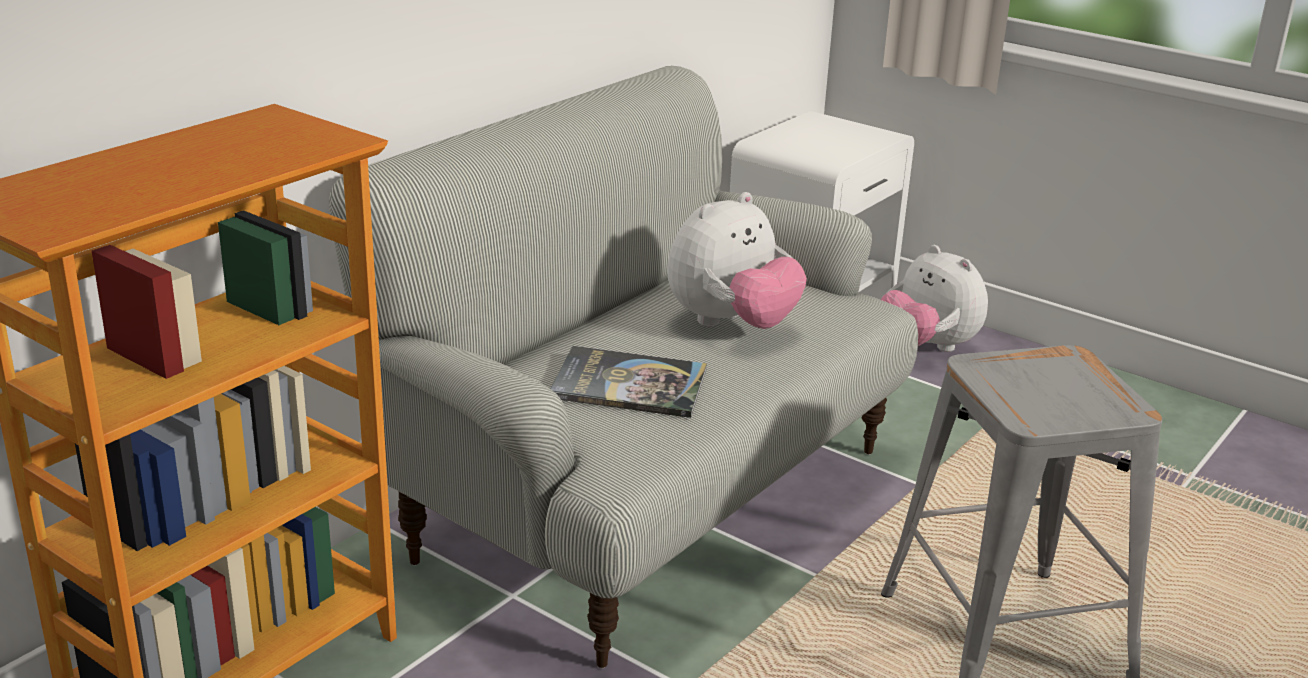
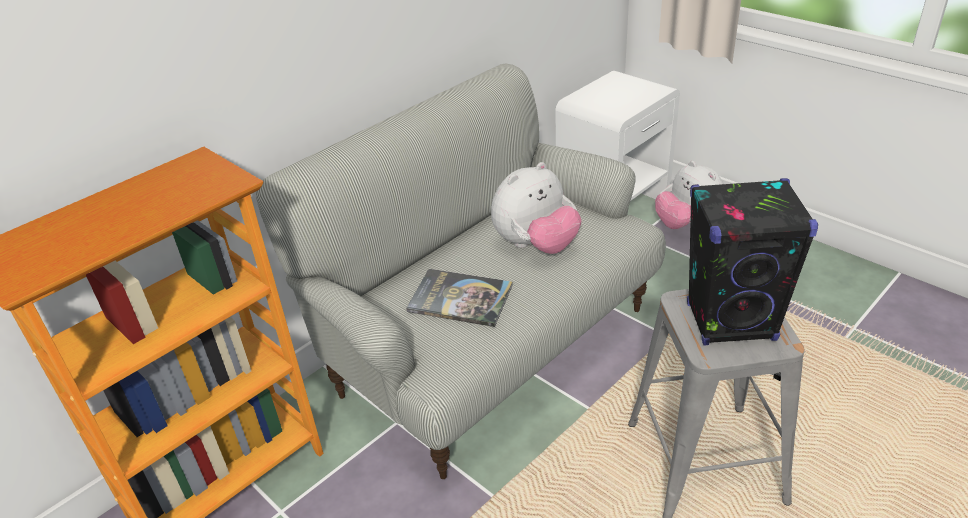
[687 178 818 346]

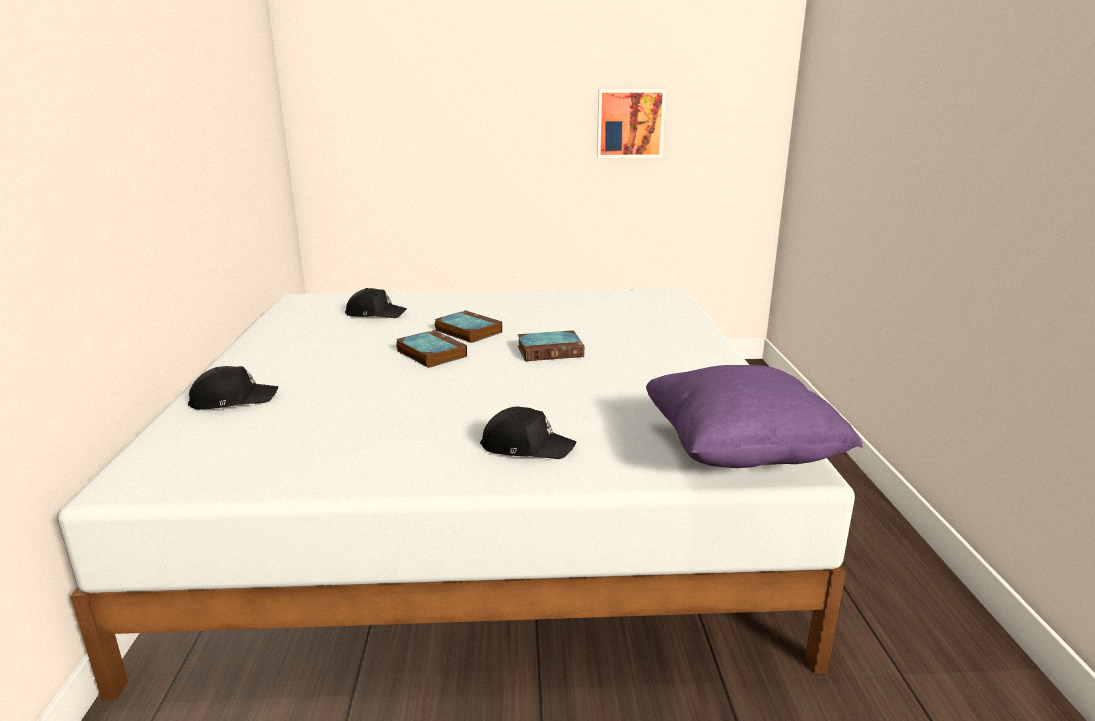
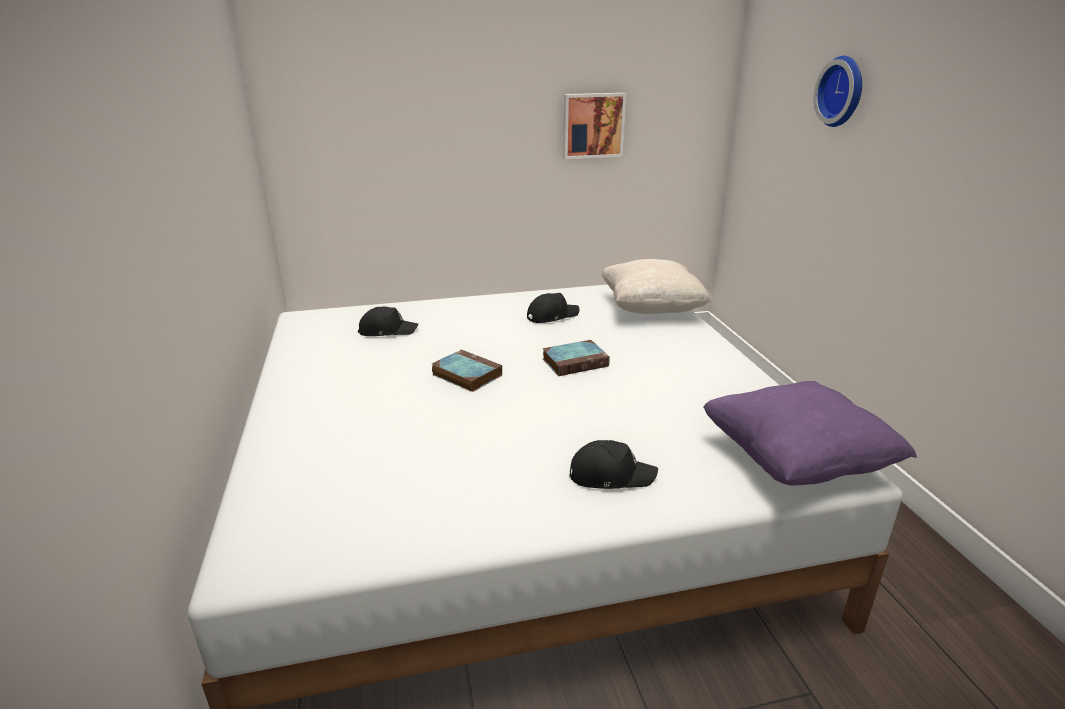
[527 293 579 323]
[434 310 502 343] (first image)
[602 259 712 314]
[814 56 862 127]

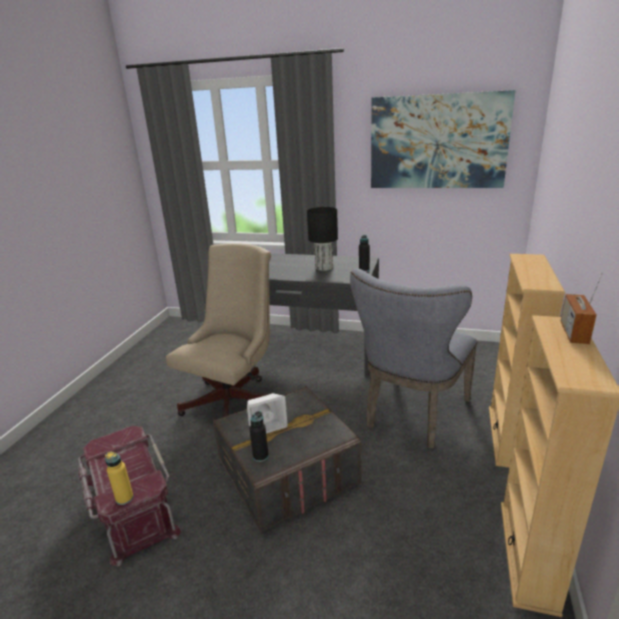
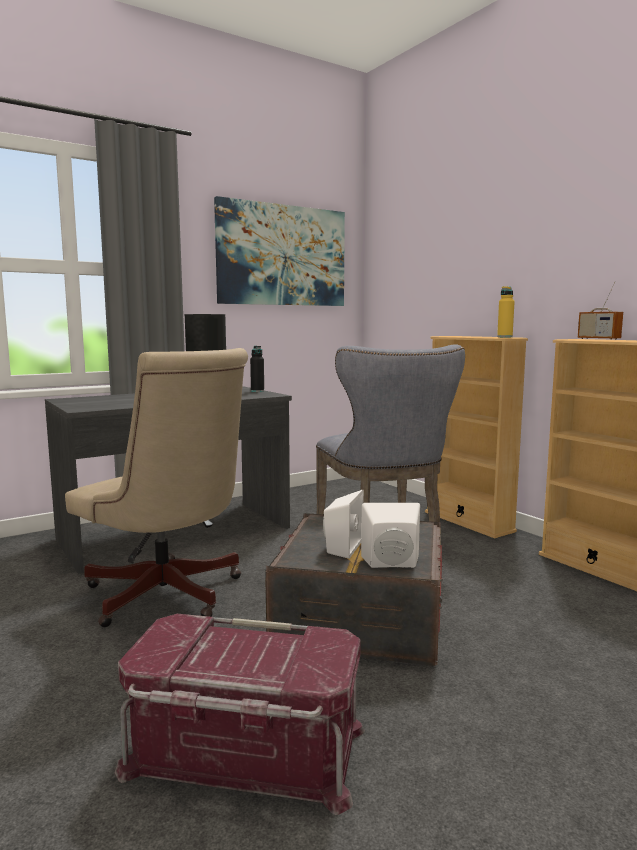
[497 286 515 337]
[65 348 248 627]
[361 503 420 568]

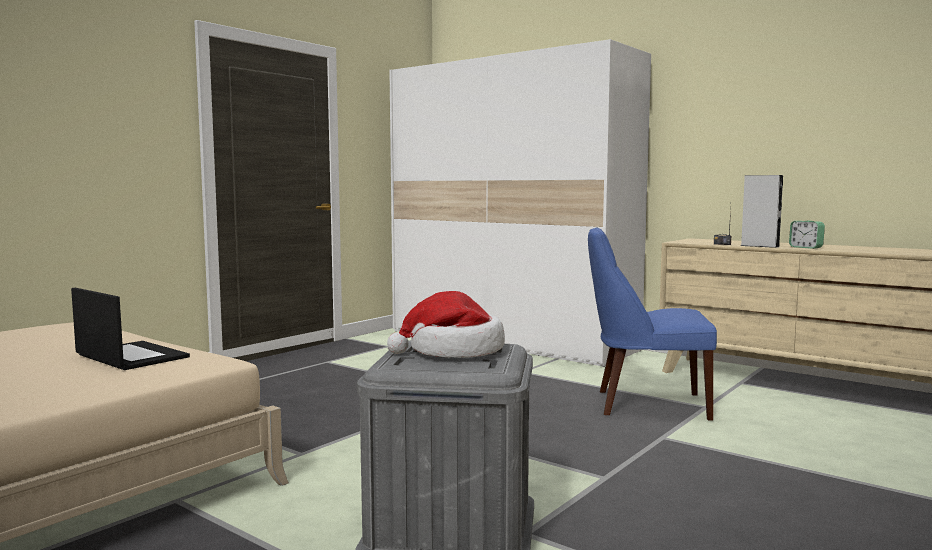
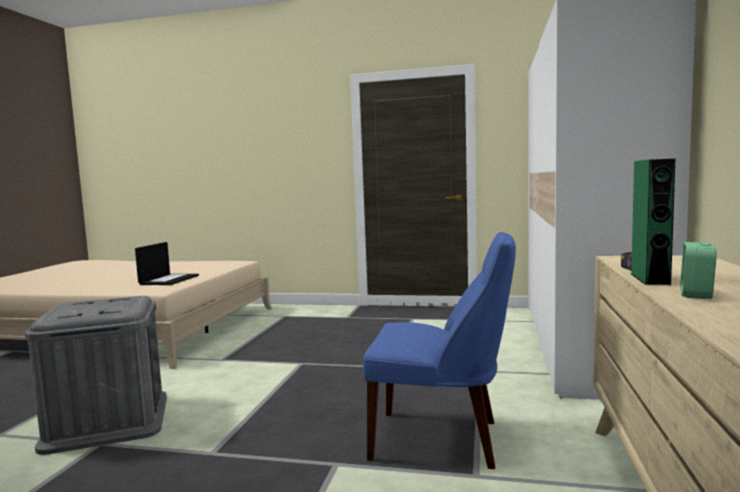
[387 291 505 358] (first image)
[363 232 516 469]
[631 159 675 285]

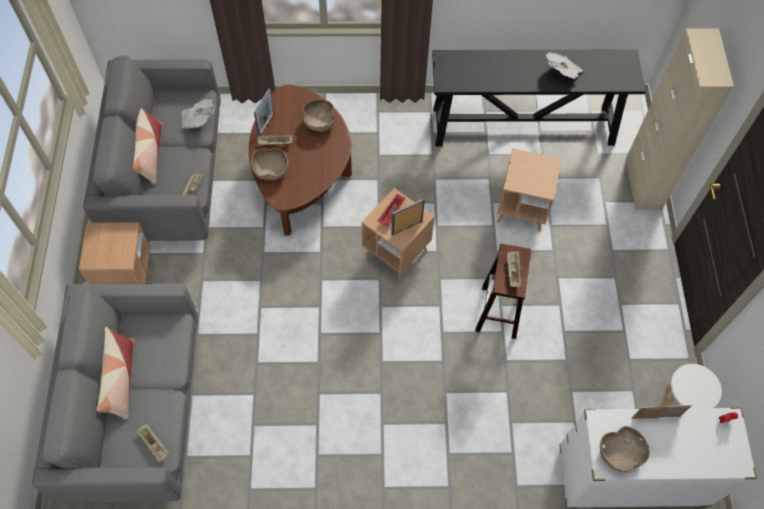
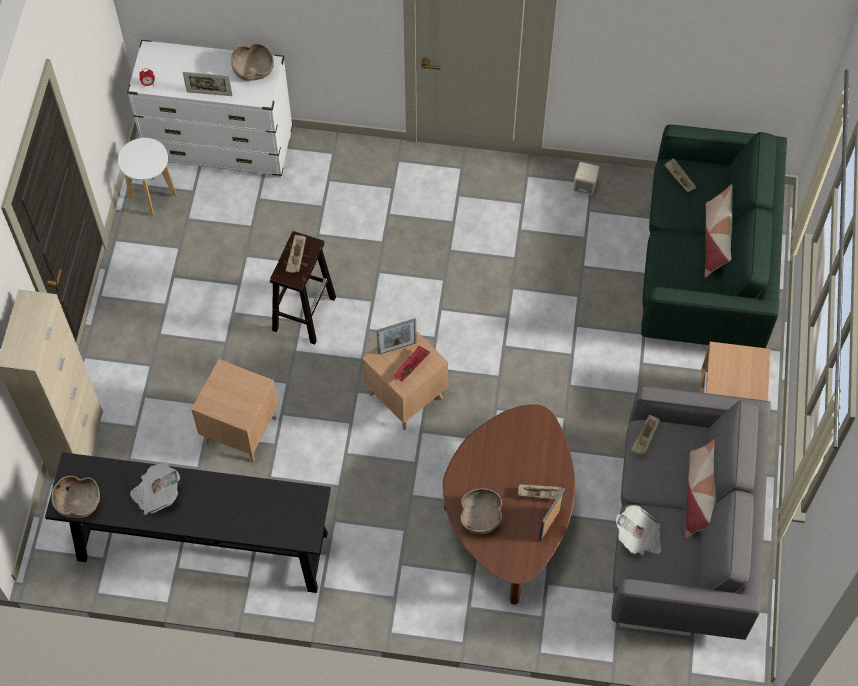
[641 125 787 348]
[51 476 100 518]
[573 162 599 195]

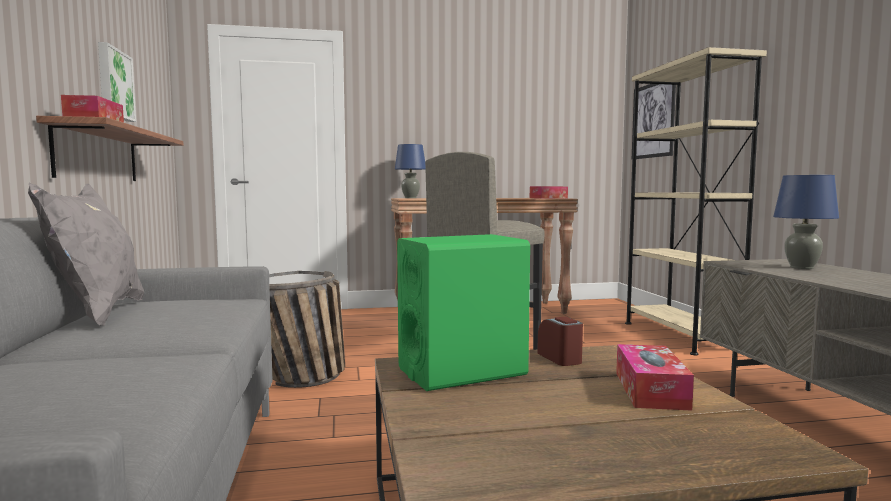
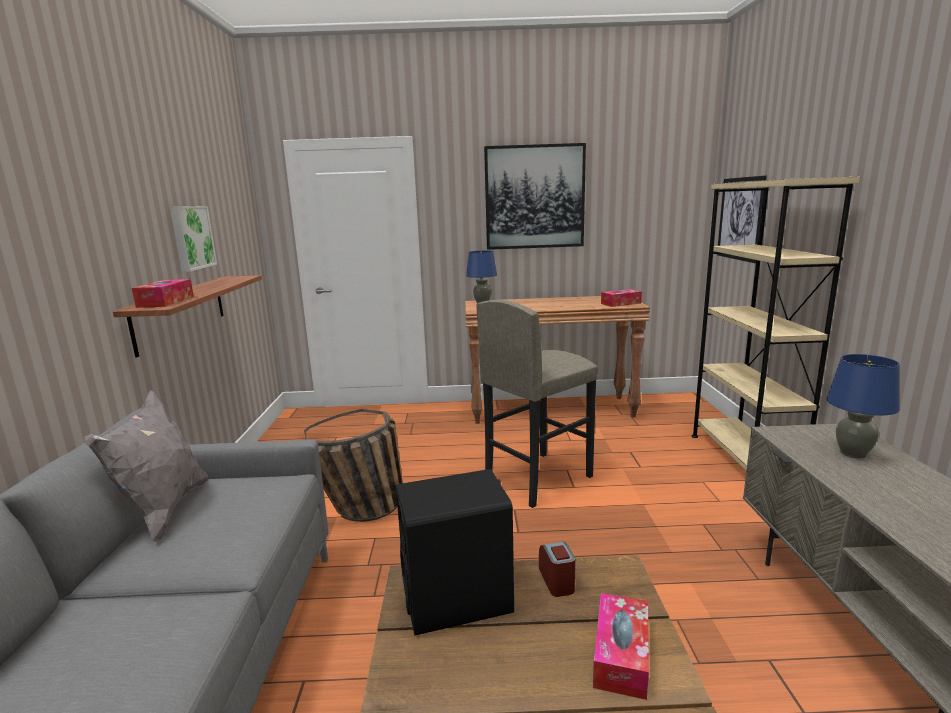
[396 469 514 636]
[484 143 586 250]

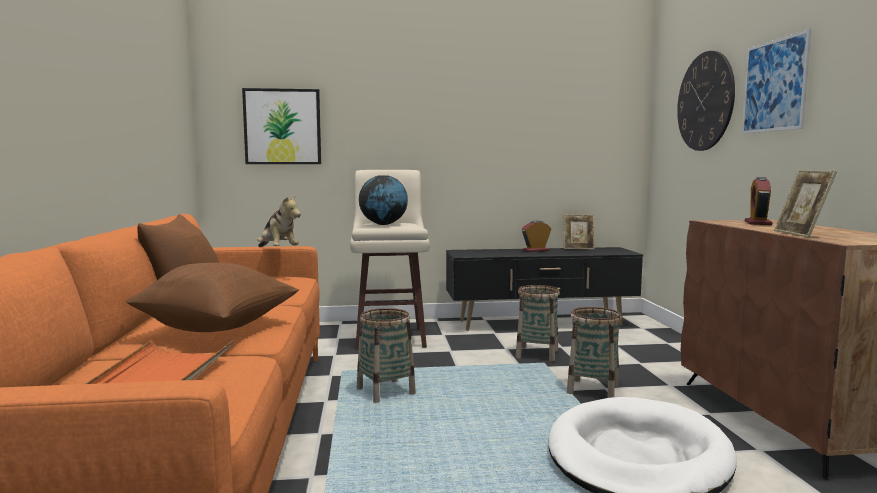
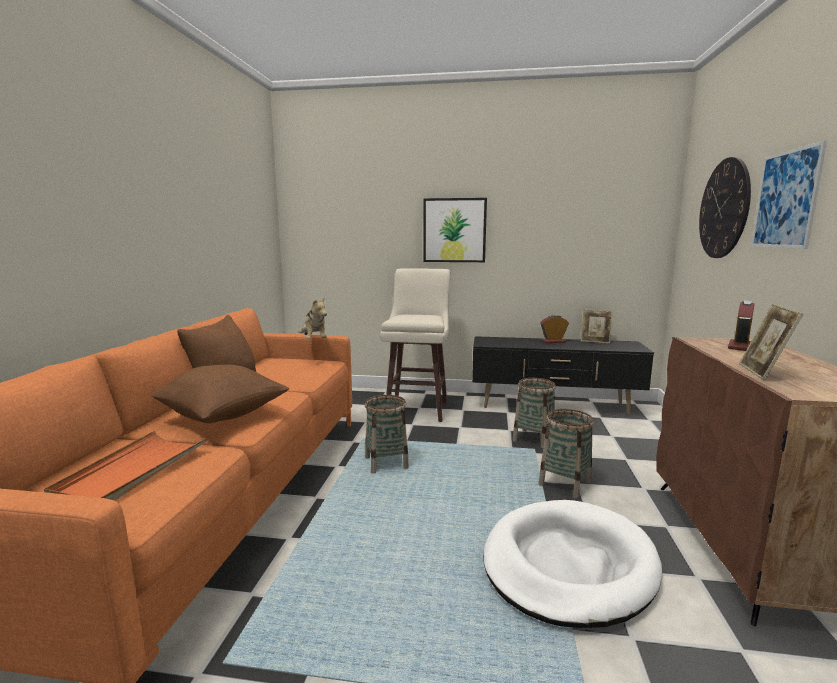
[423 198 487 262]
[359 175 408 225] (first image)

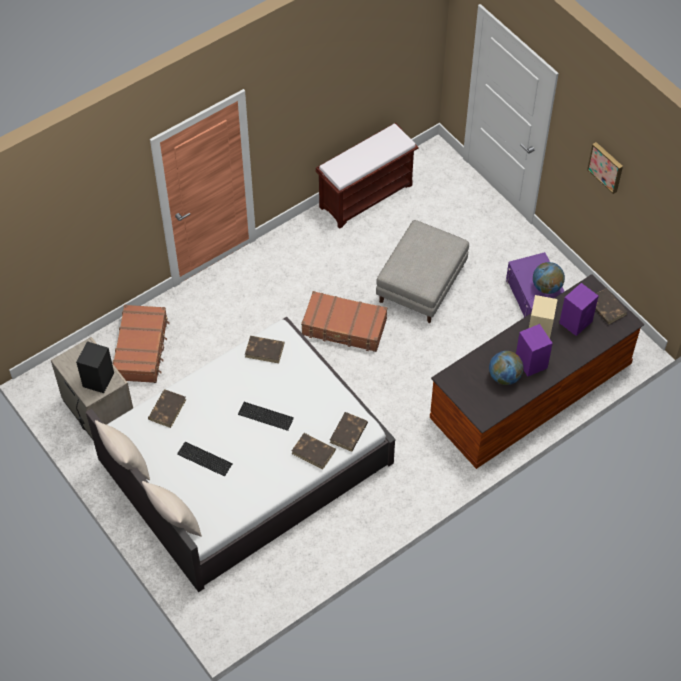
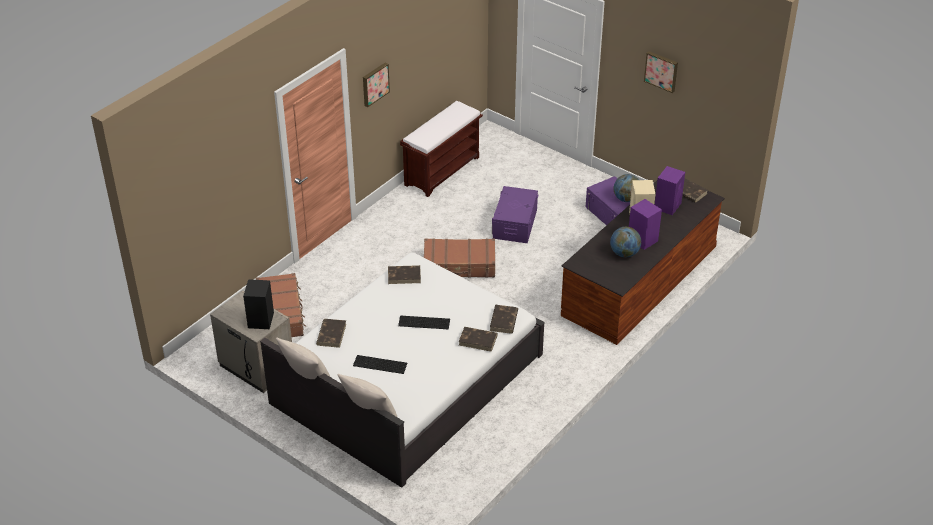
[492 186 538 243]
[363 62 390 107]

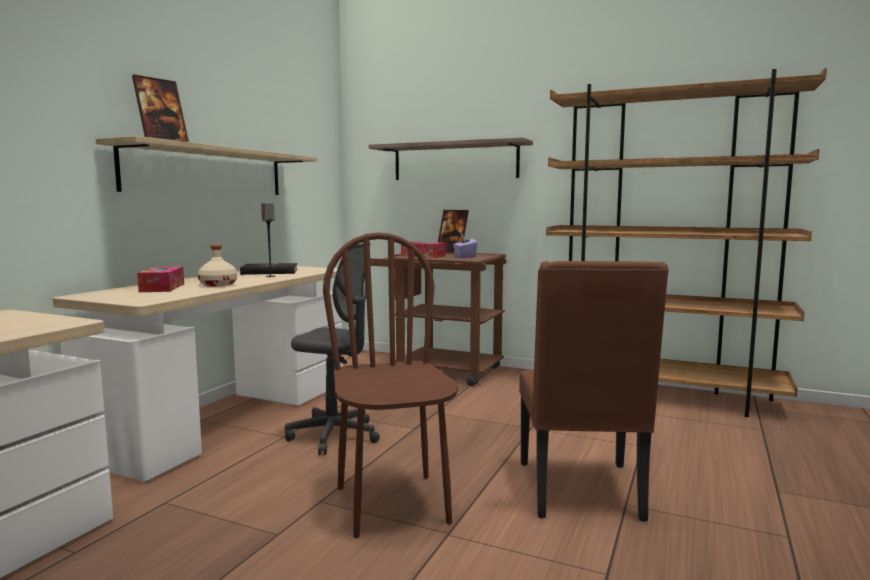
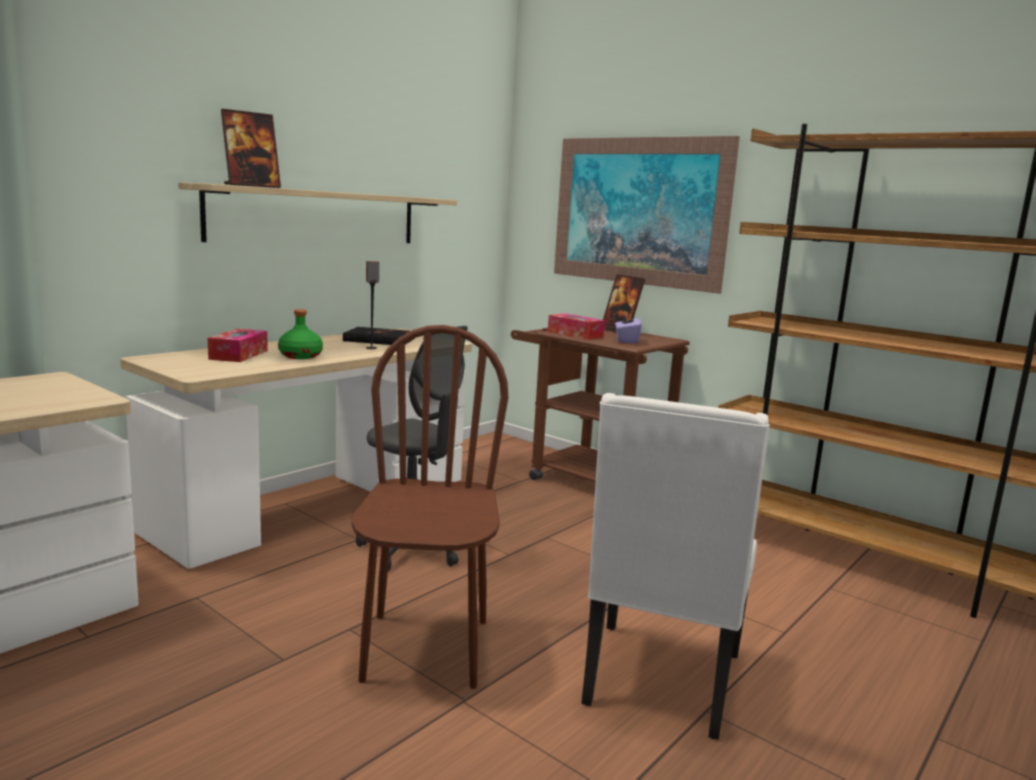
[278 309 323 359]
[554 136 740 294]
[582 393 770 740]

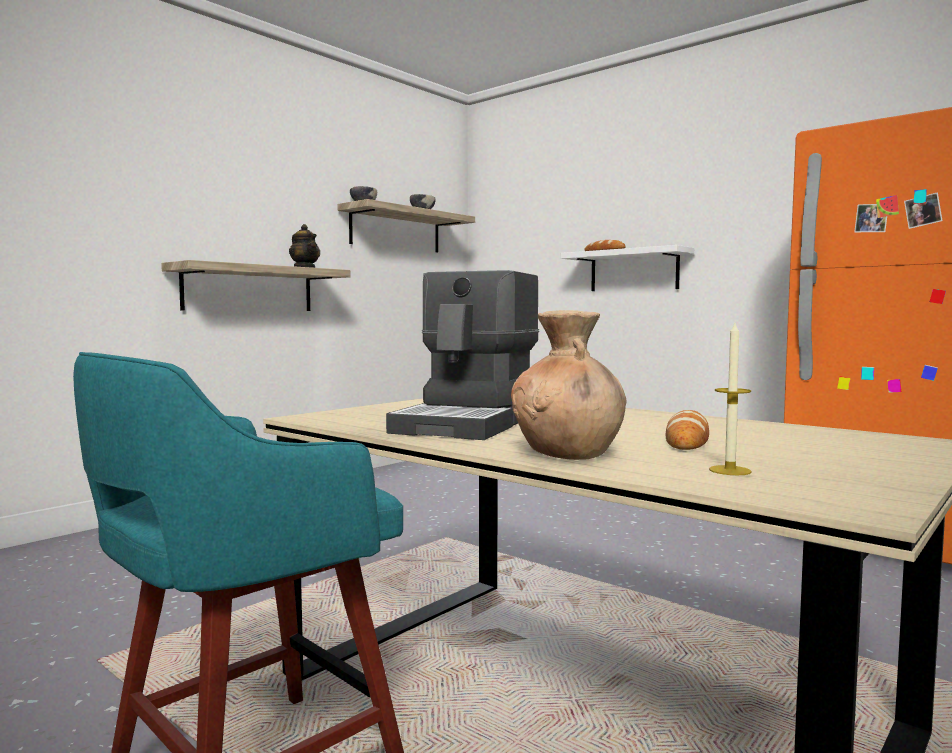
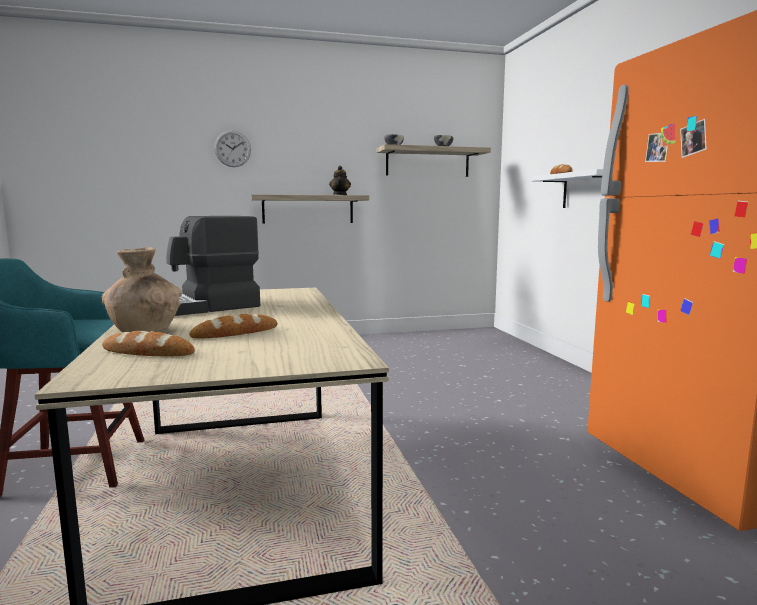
[102 331 195 356]
[214 131 251 167]

